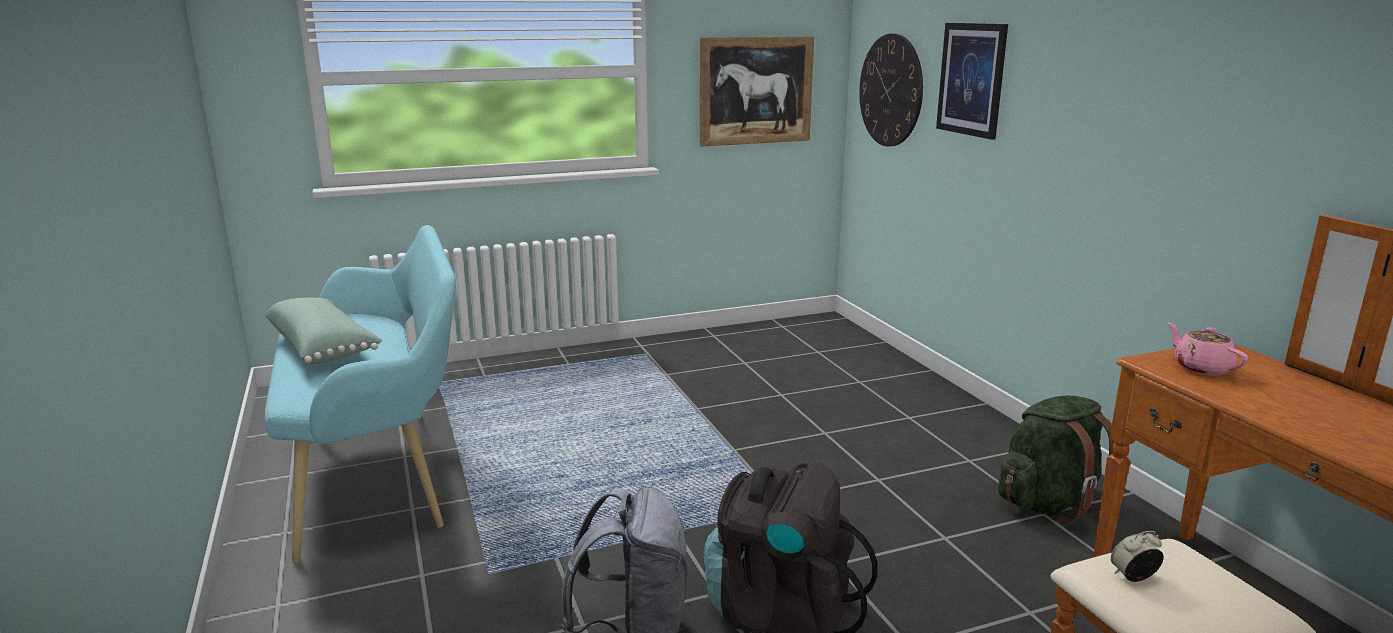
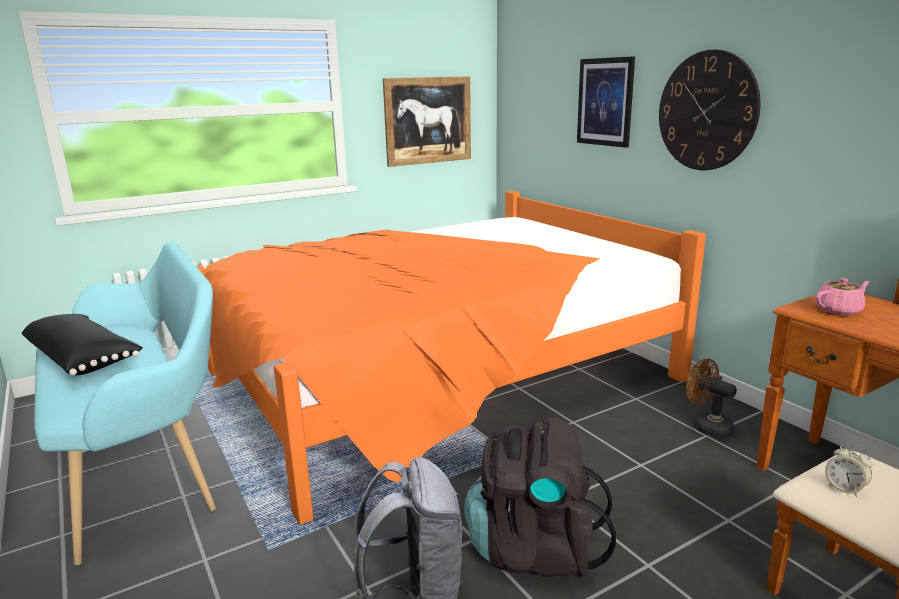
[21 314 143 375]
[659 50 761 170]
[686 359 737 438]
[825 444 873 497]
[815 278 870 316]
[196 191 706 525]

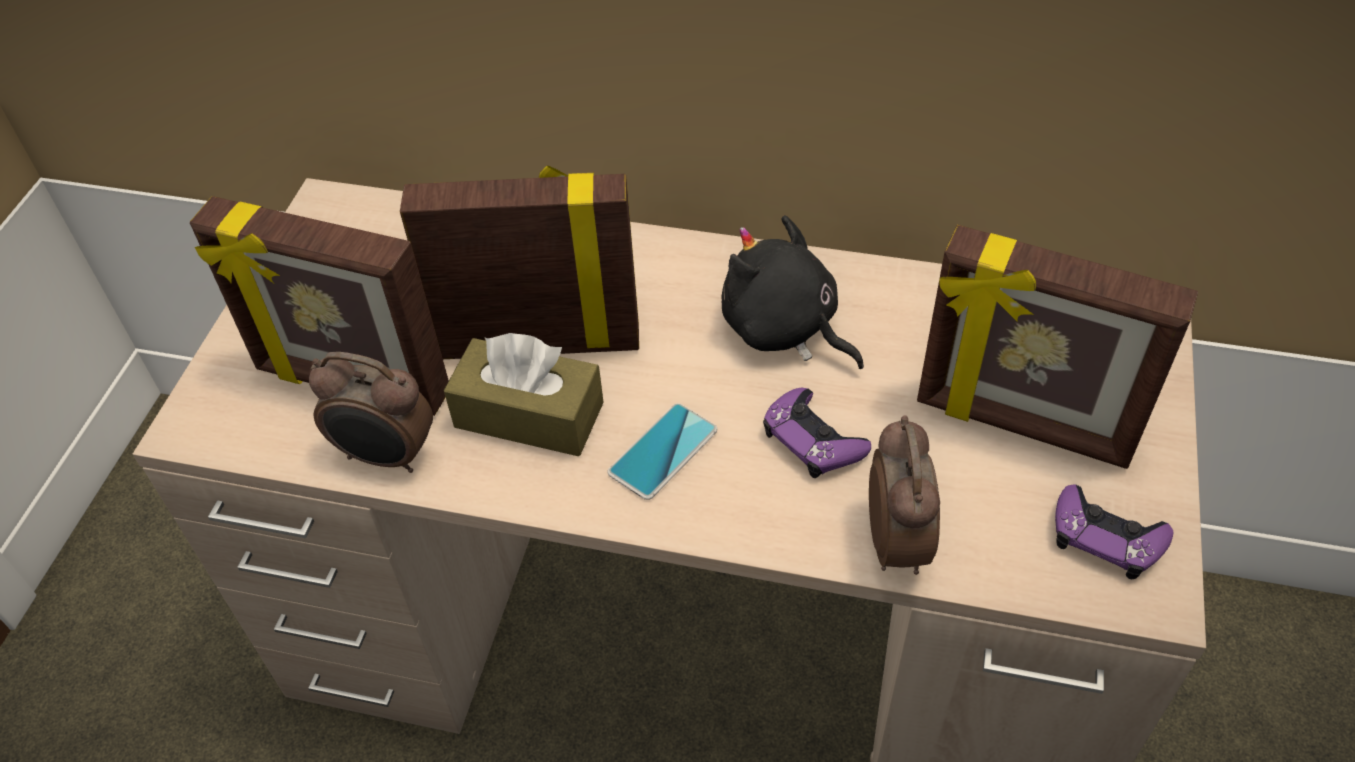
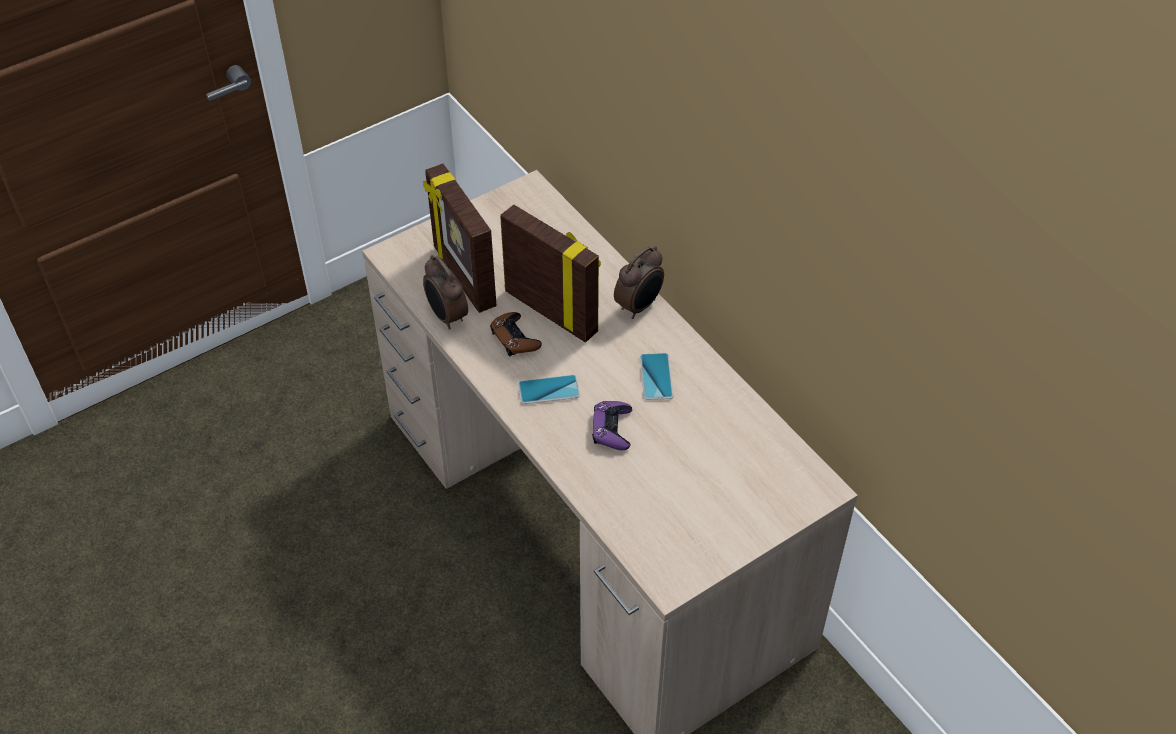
[490 312 542 356]
[640 353 673 400]
[614 246 664 319]
[917 225 1198 469] (first image)
[1055 484 1174 579] (first image)

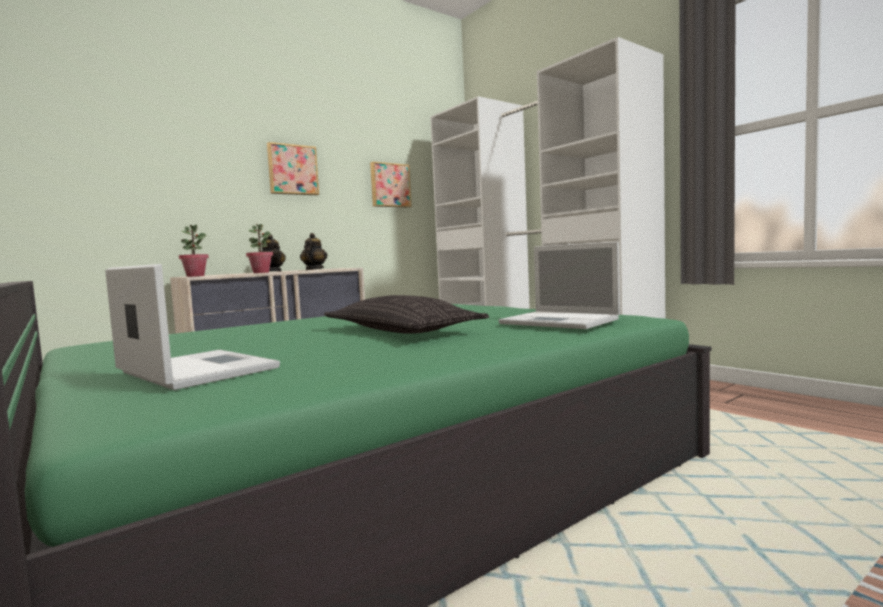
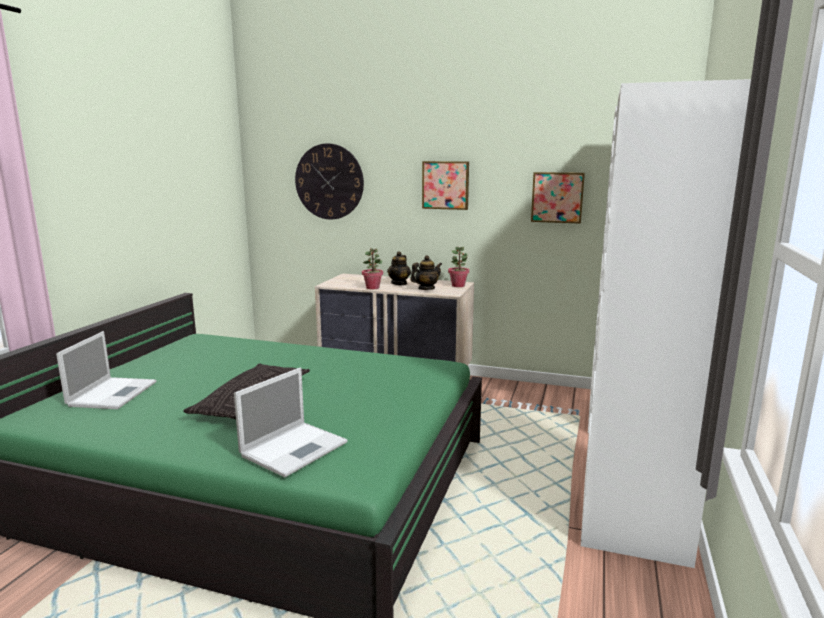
[448 247 469 287]
[234 367 347 478]
[295 144 364 220]

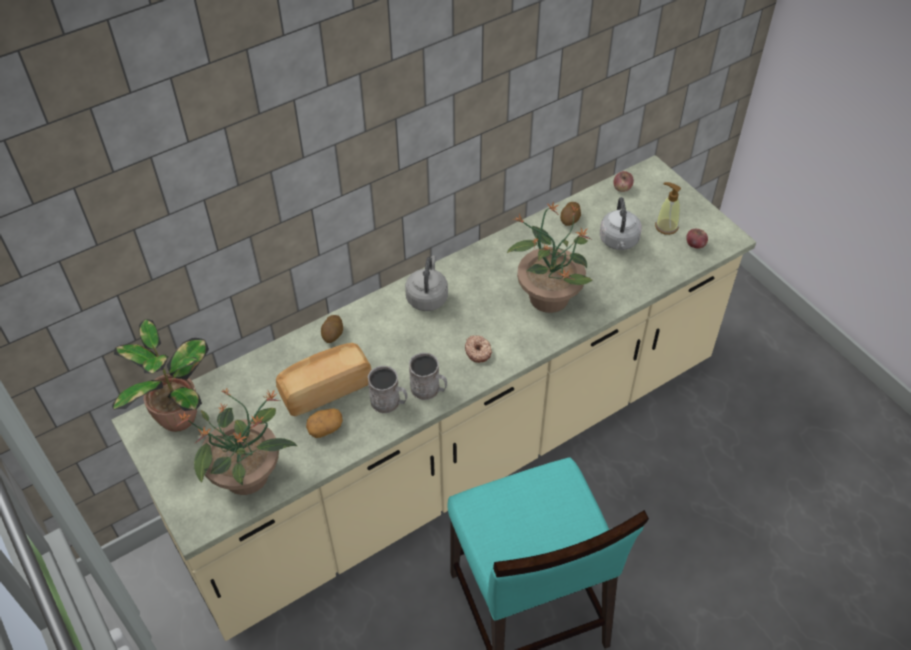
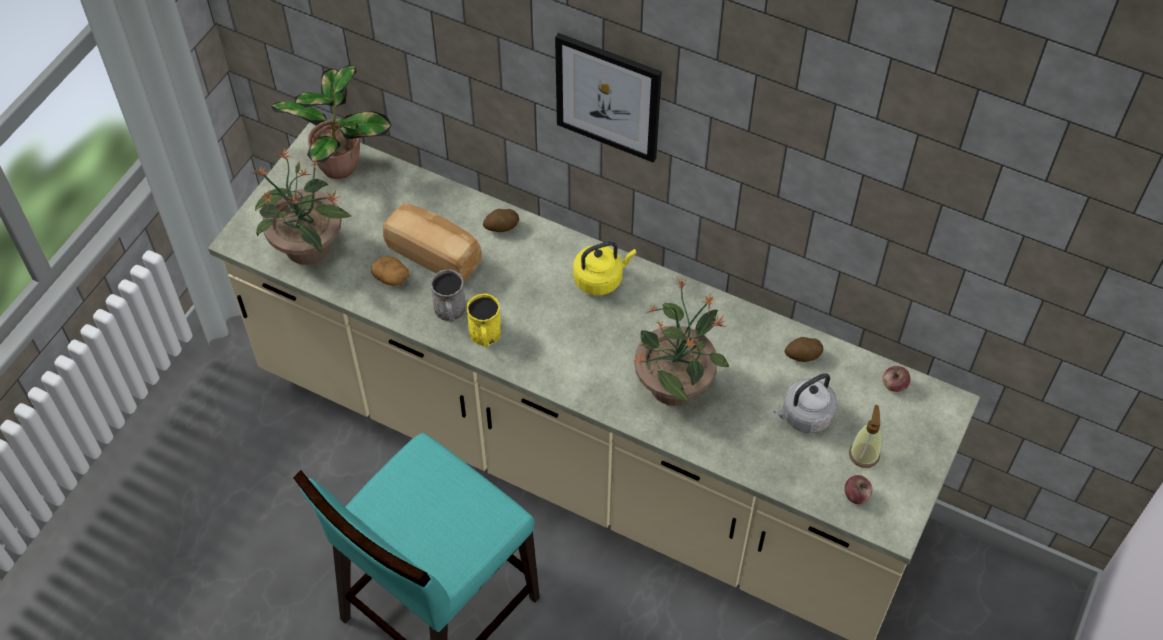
[573 241 637 295]
[467 293 501 347]
[465 335 492 363] (first image)
[555 33 662 163]

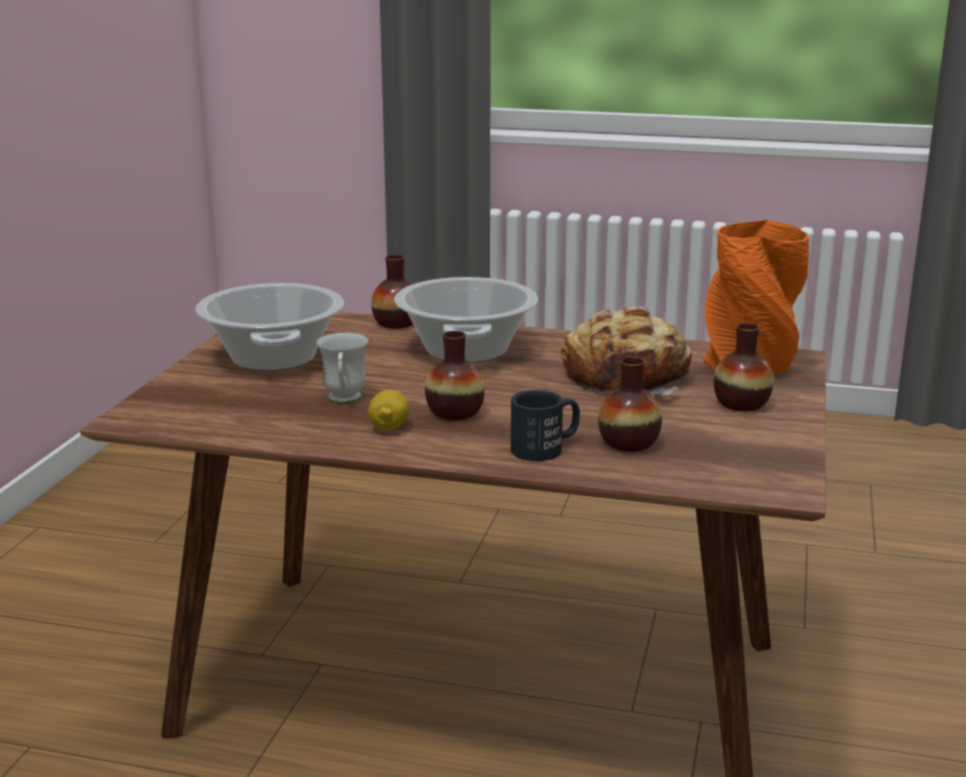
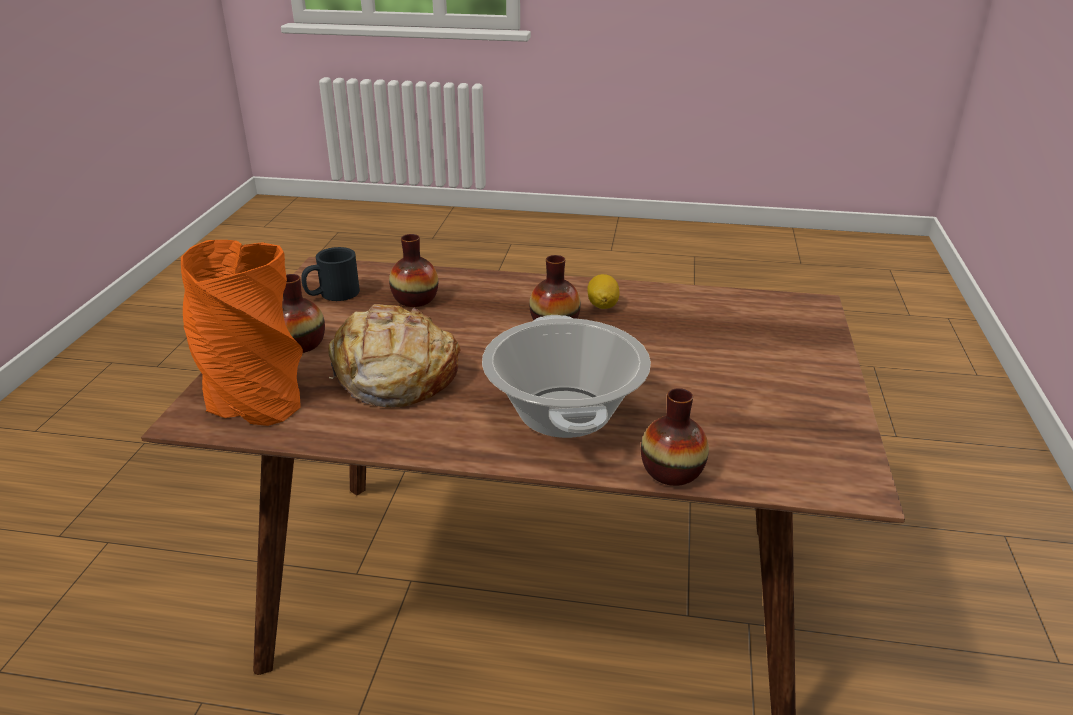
[195 283 344 371] (first image)
[317 333 369 403] (first image)
[301 247 360 301]

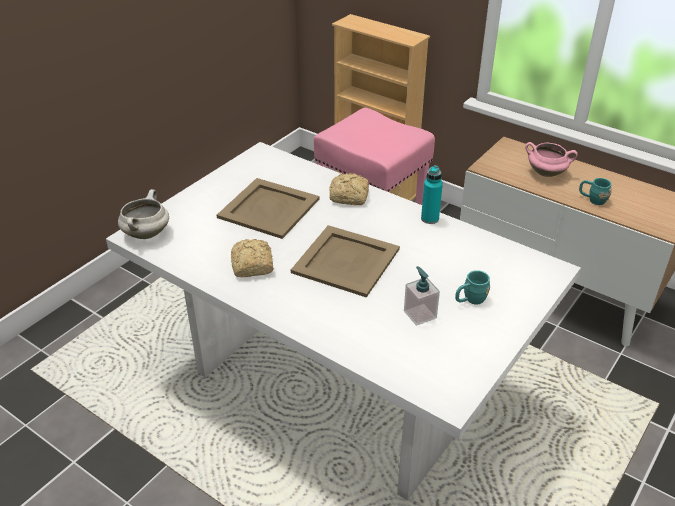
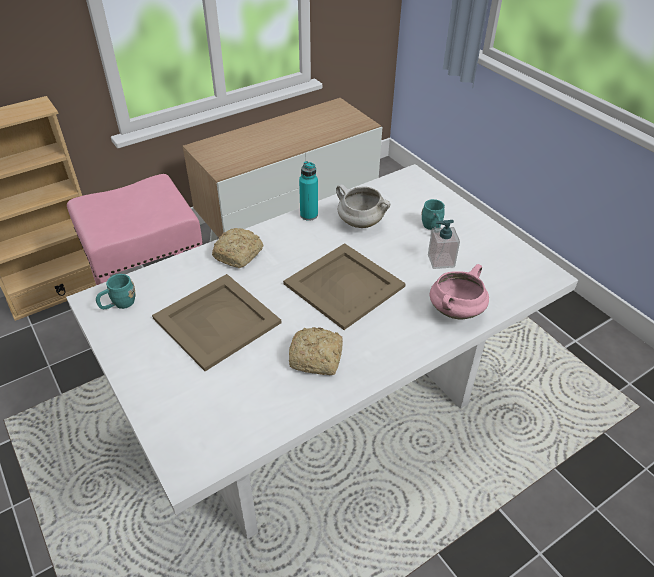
[336 184 390 228]
[430 264 489 320]
[96 274 136 309]

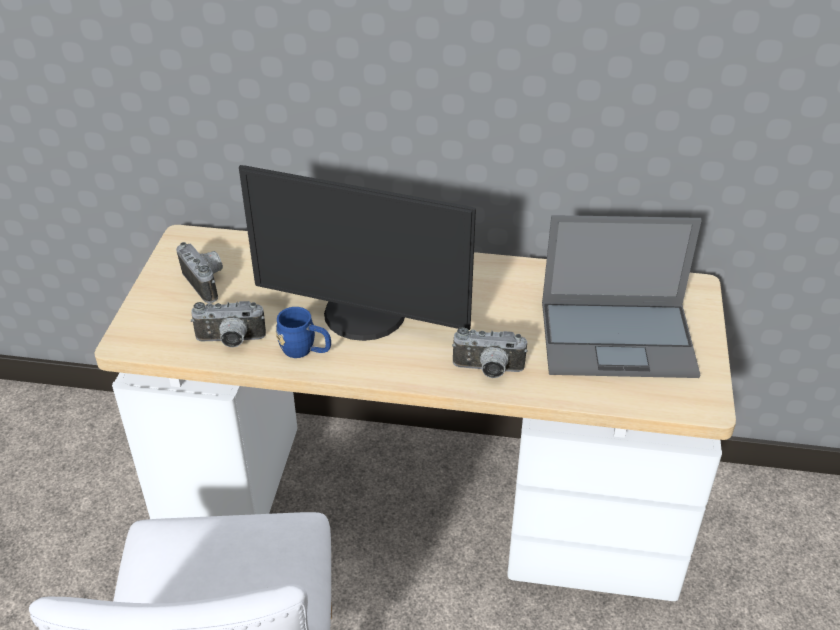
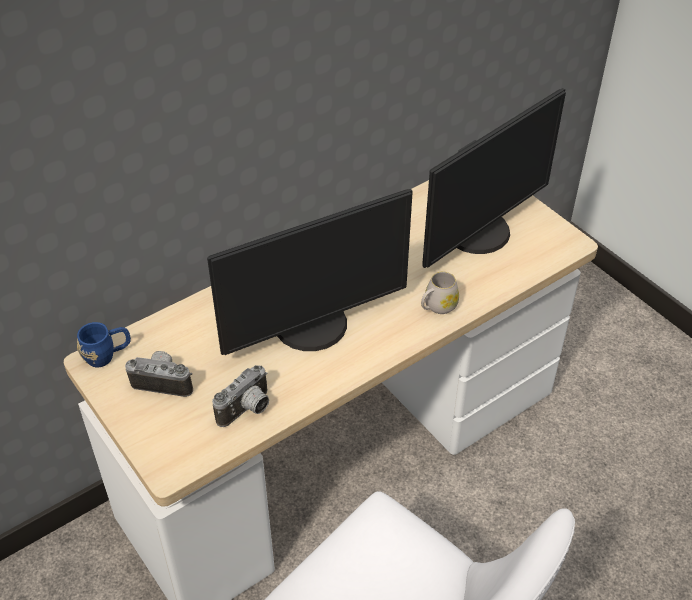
[77 322 131 367]
[421 272 459 314]
[423 88 566 268]

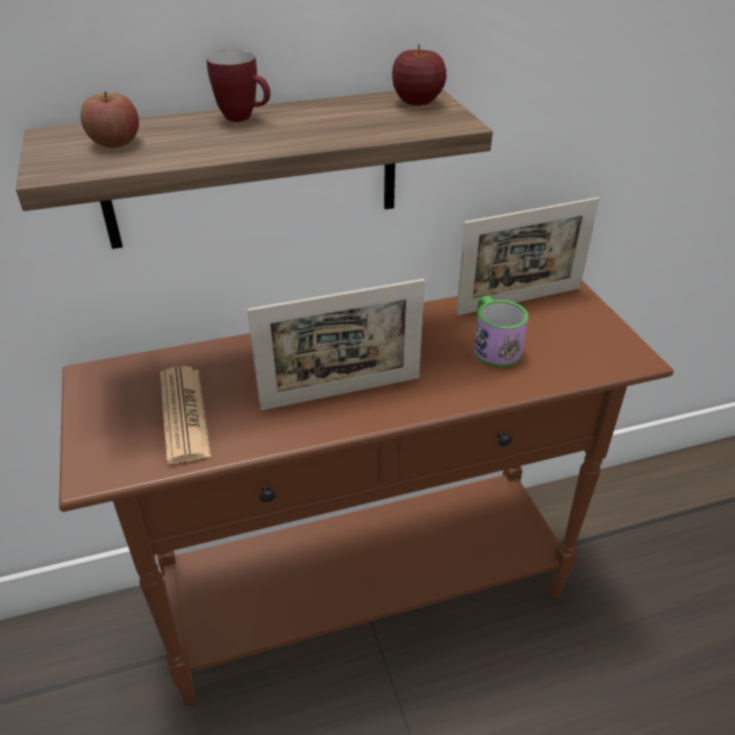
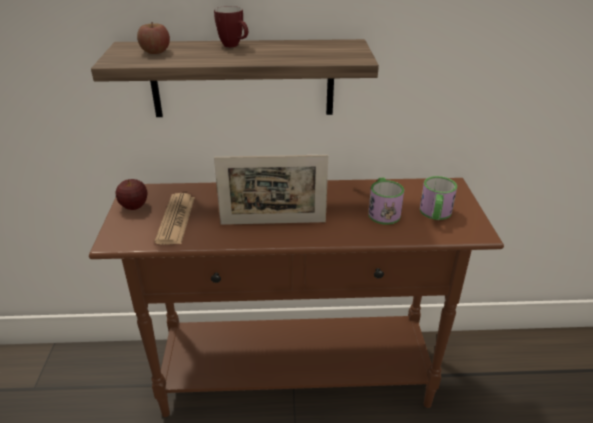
[115 179 147 210]
[456 197 600 316] (first image)
[420 176 457 220]

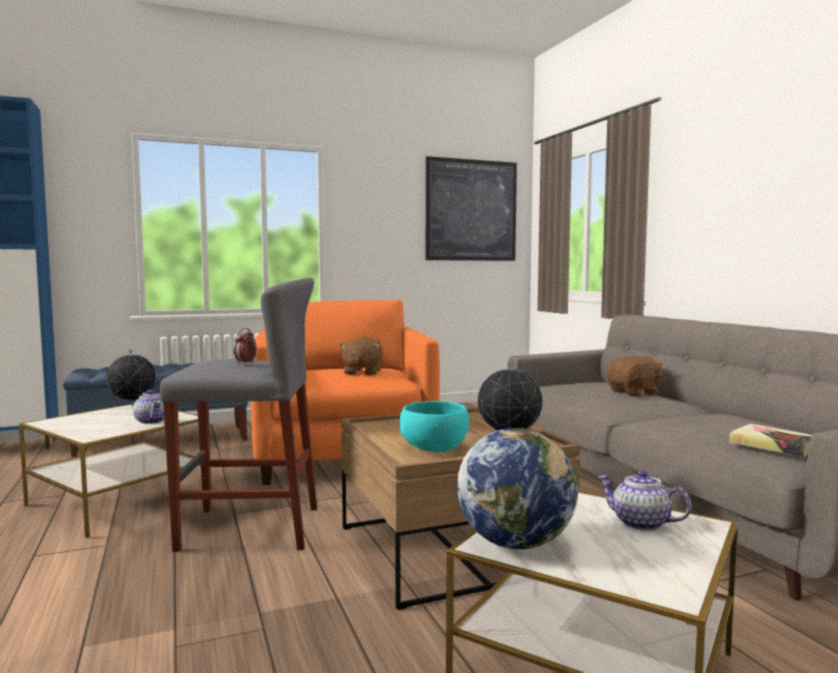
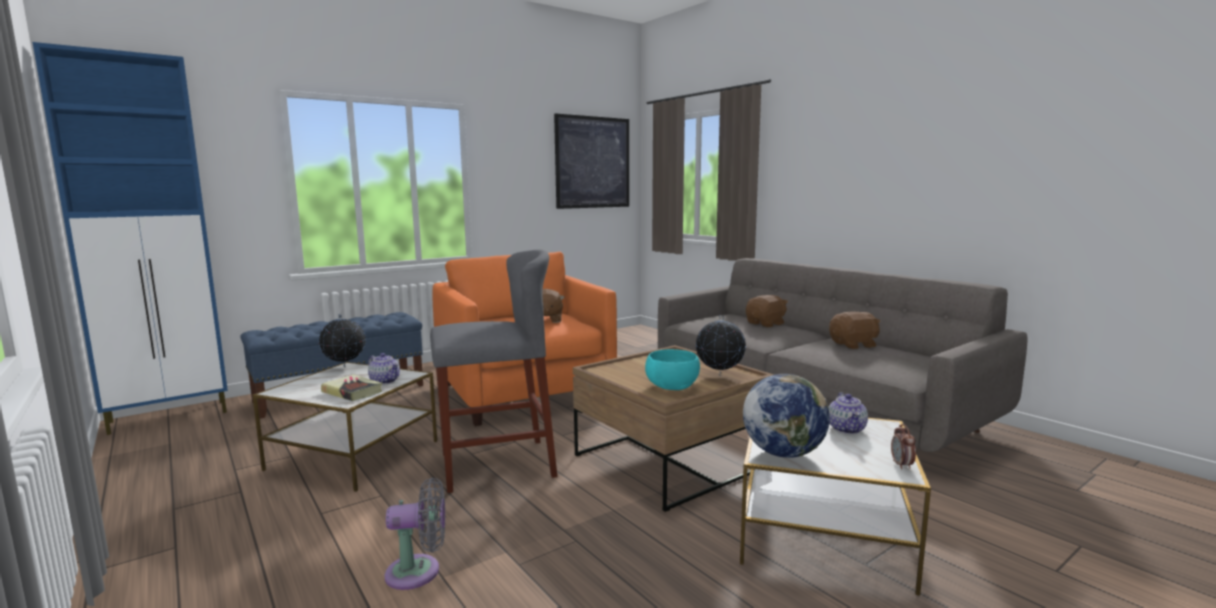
[891 424 916 470]
[828 392 868 434]
[321 374 382 401]
[384 478 445 590]
[829 312 881 349]

